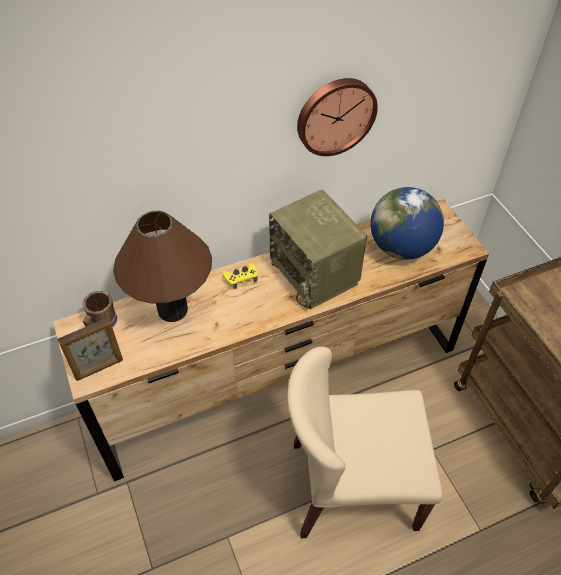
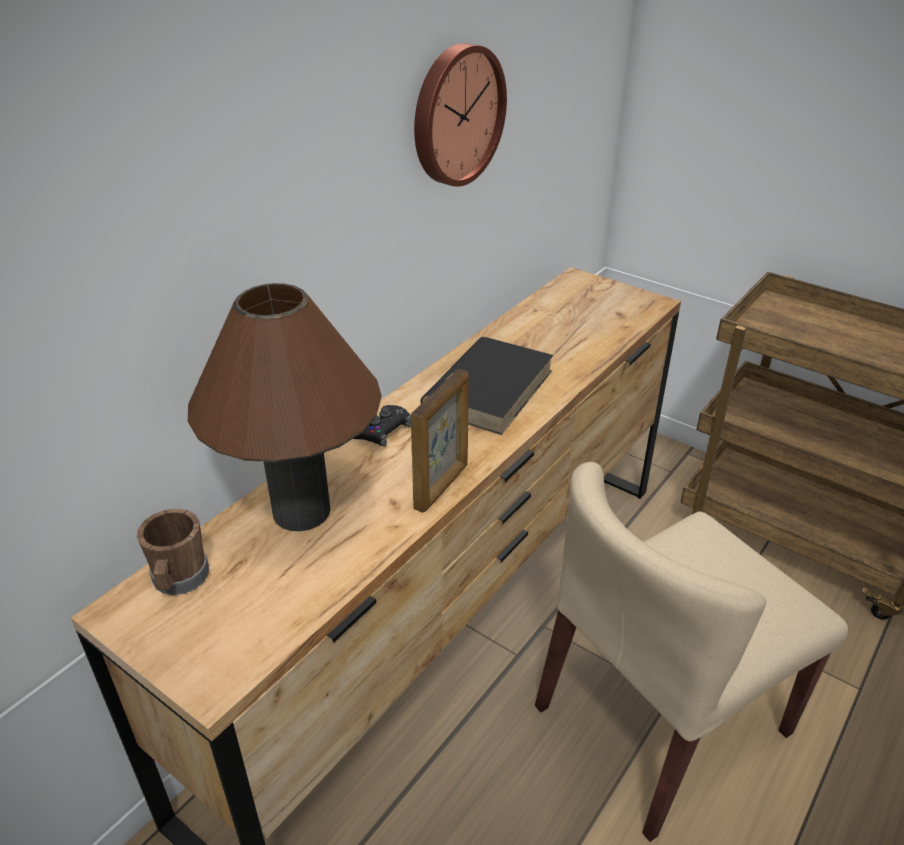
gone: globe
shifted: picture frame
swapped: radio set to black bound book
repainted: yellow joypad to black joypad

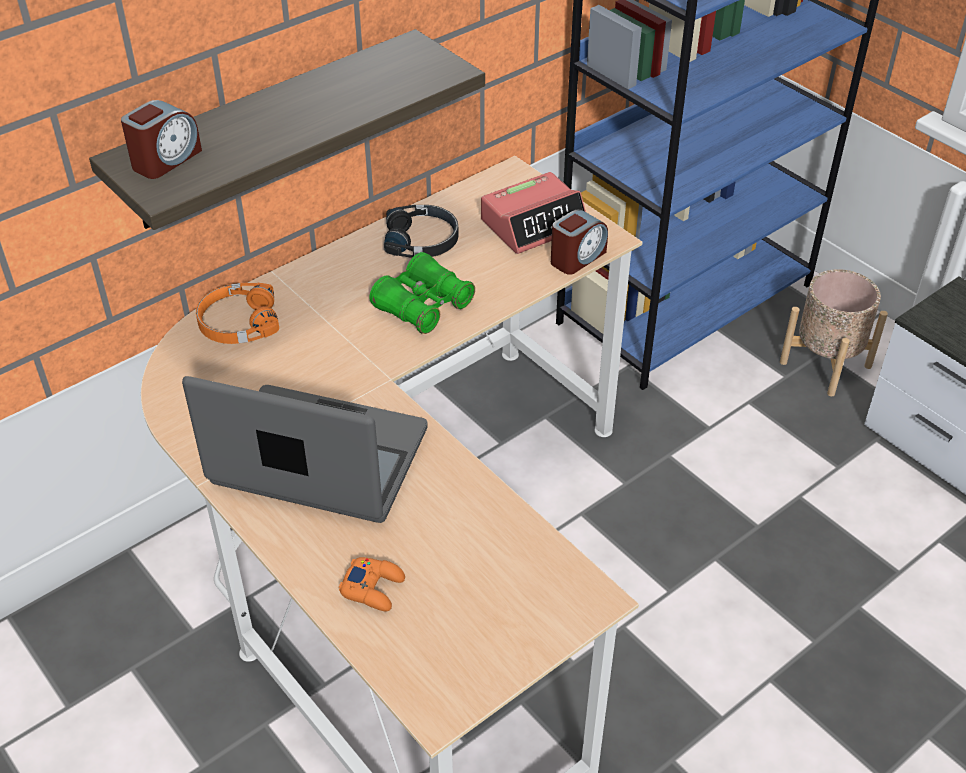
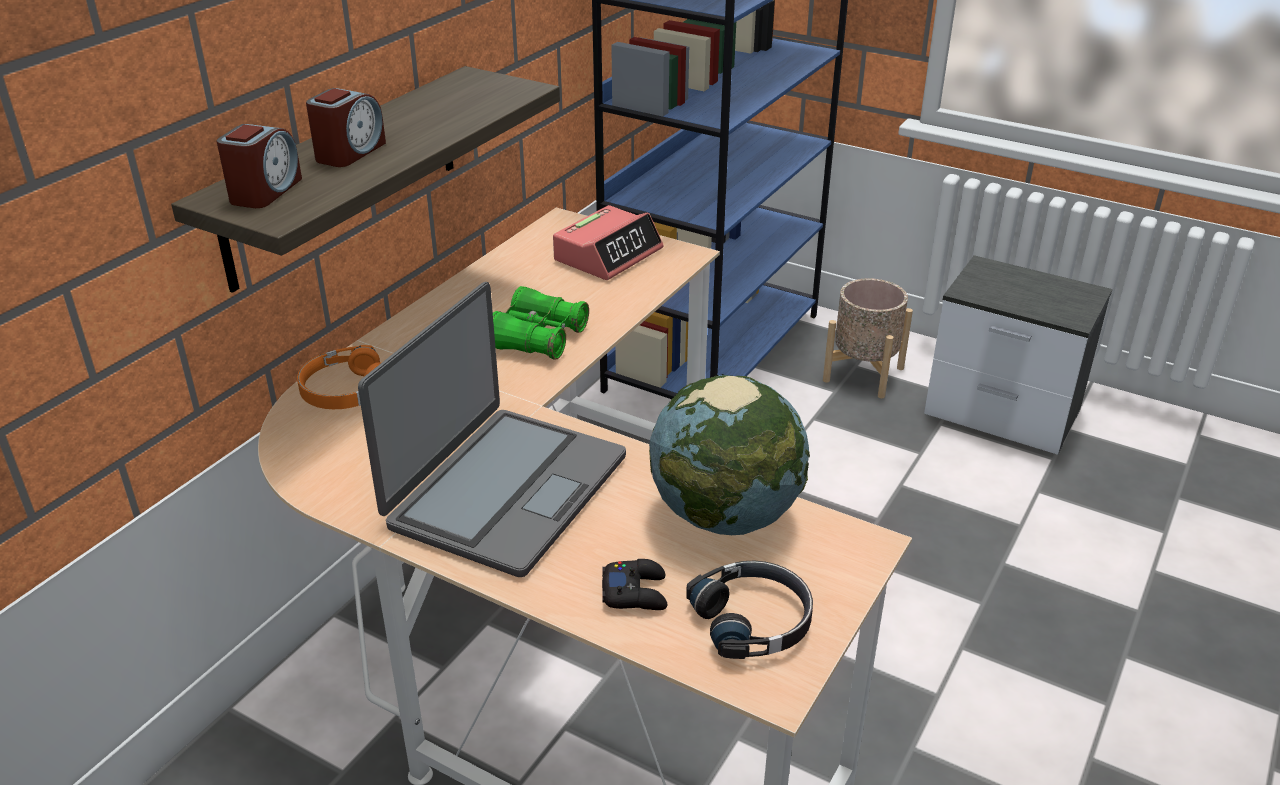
new: globe
shifted: bedside clock (no. 3 from left in the first image) to bedside clock (no. 2 from left); black headphones
repainted: orange-coloured joypad to black joypad
rotated: notebook computer 120 degrees clockwise

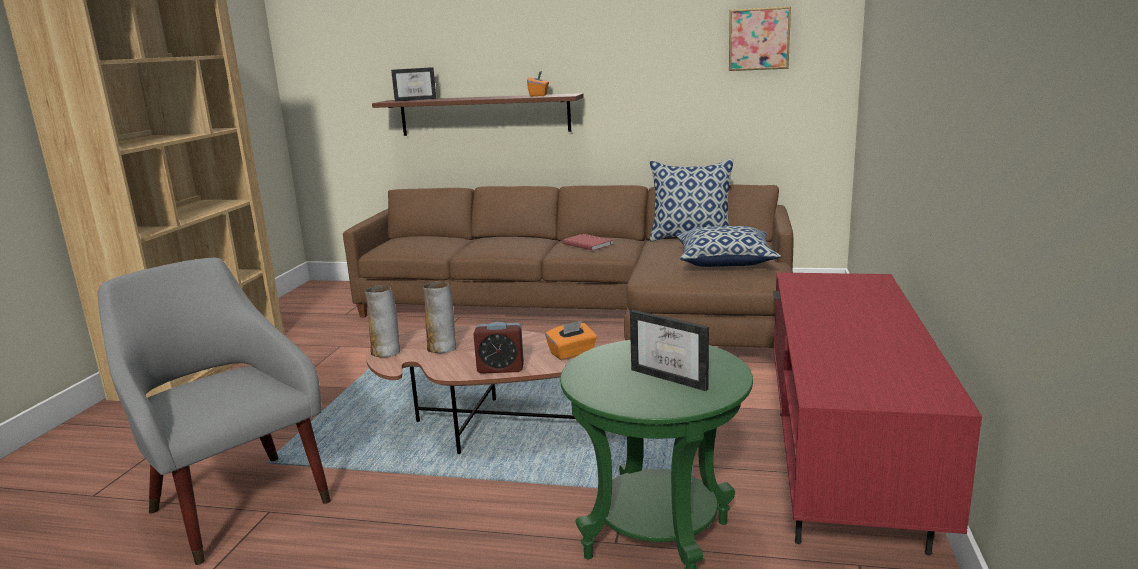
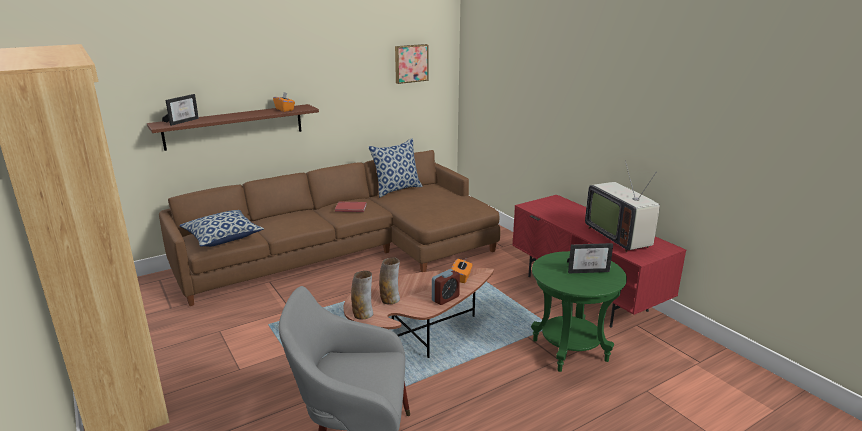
new: TV set
shifted: cushion (no. 2 from left in the first image) to cushion (no. 1 from left)

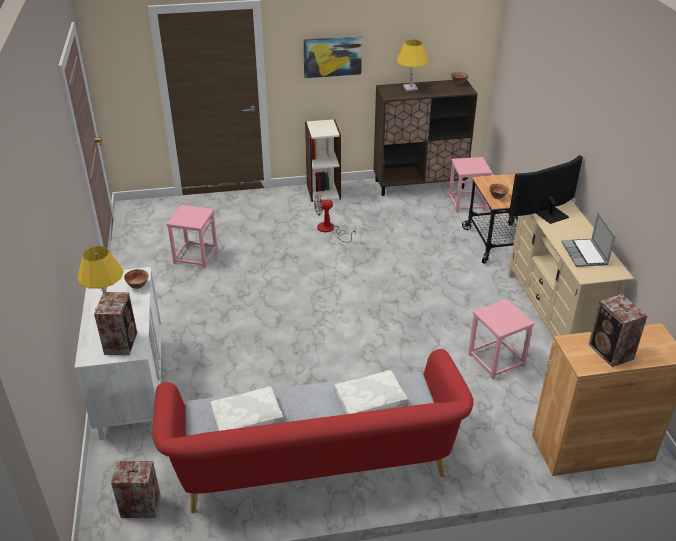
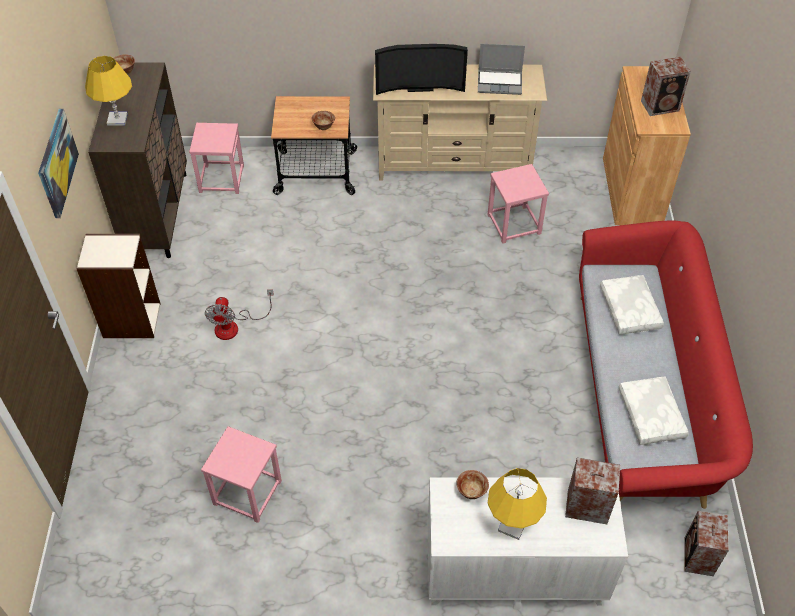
rotated: TV set 75 degrees counterclockwise

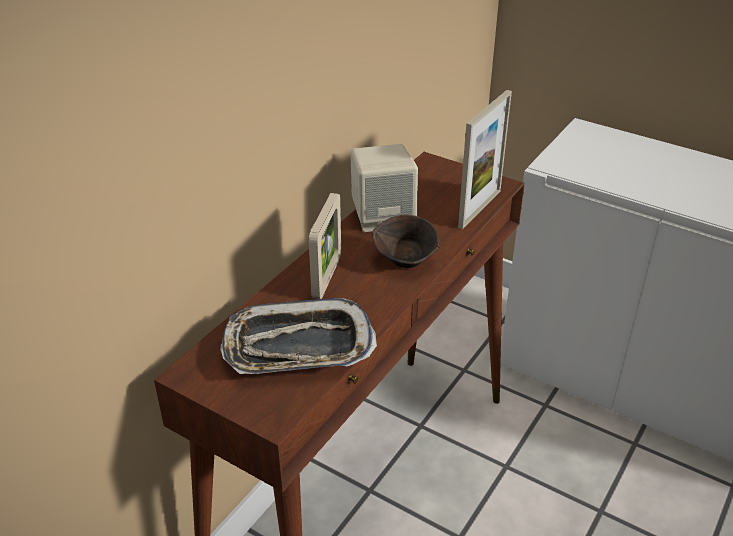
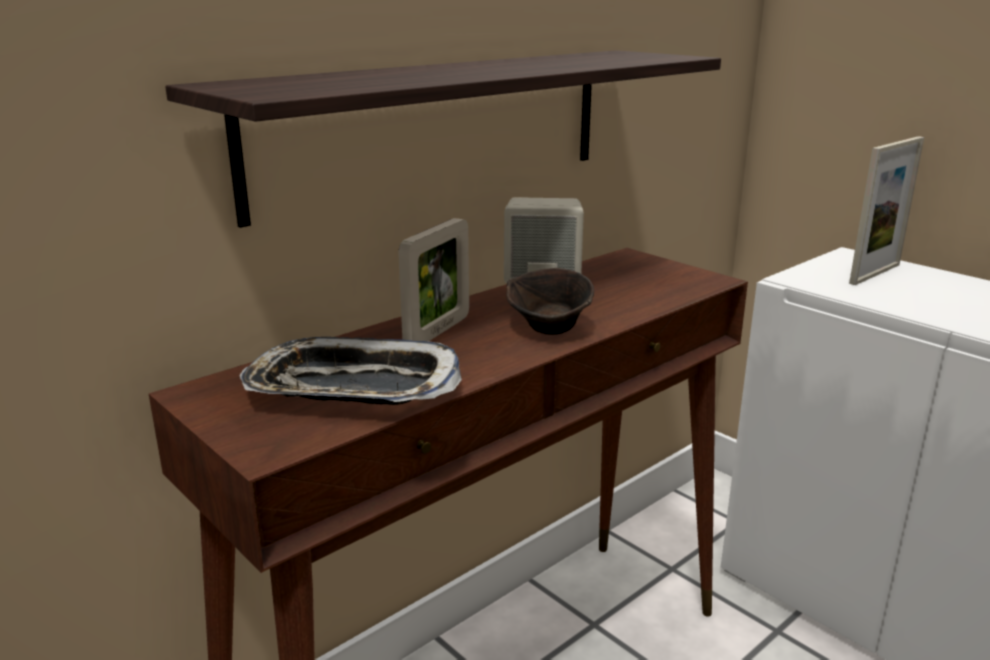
new: bracket shelf
shifted: picture frame (no. 2 from left)

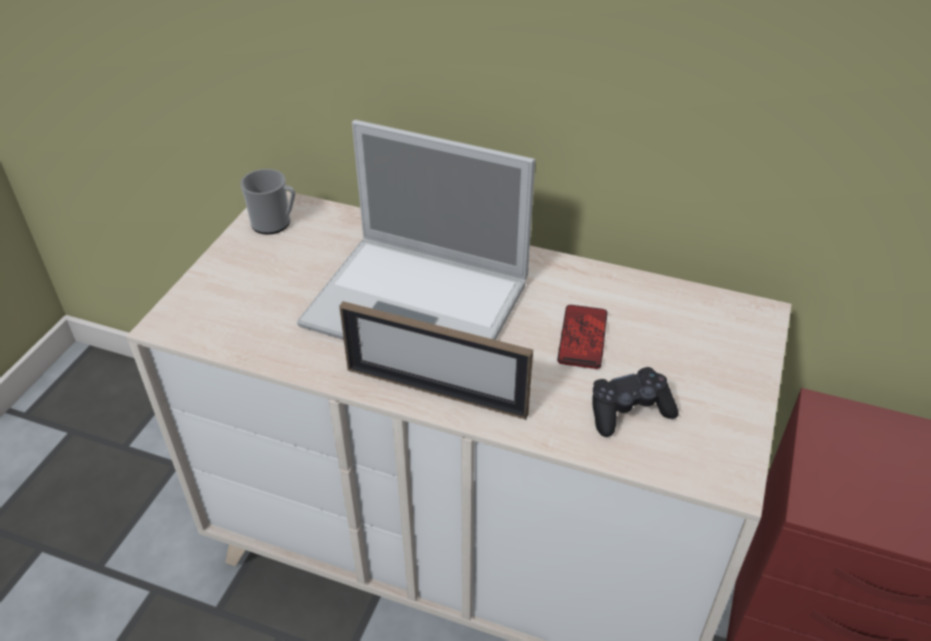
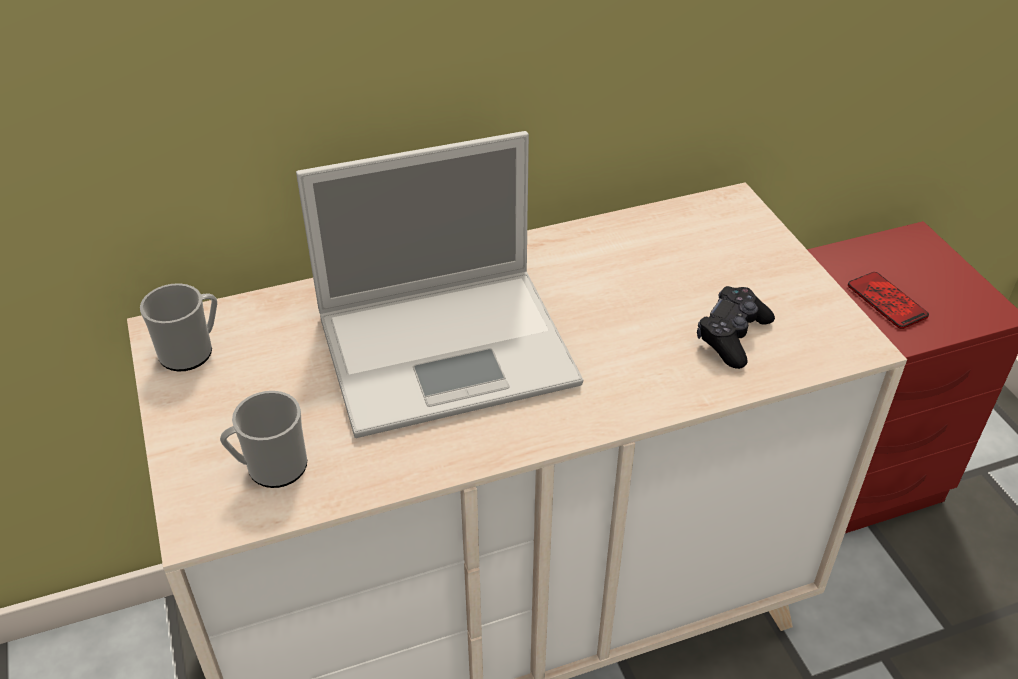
gone: picture frame
new: coffee mug (no. 2 from left)
shifted: telephone

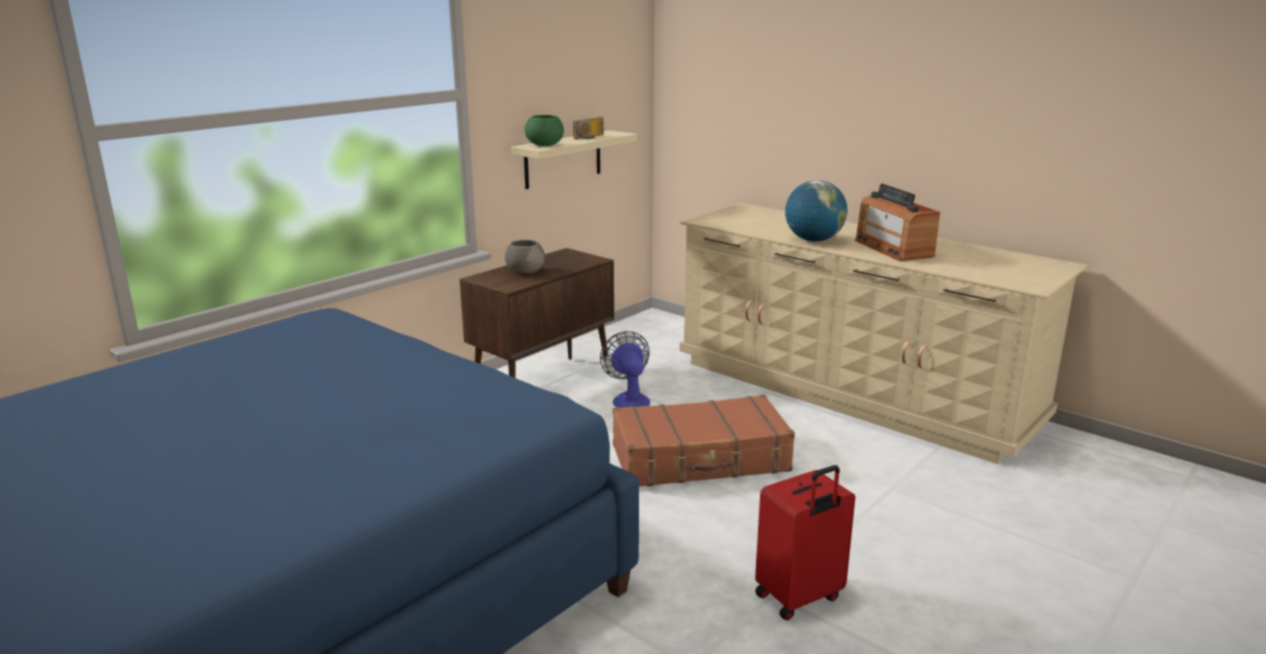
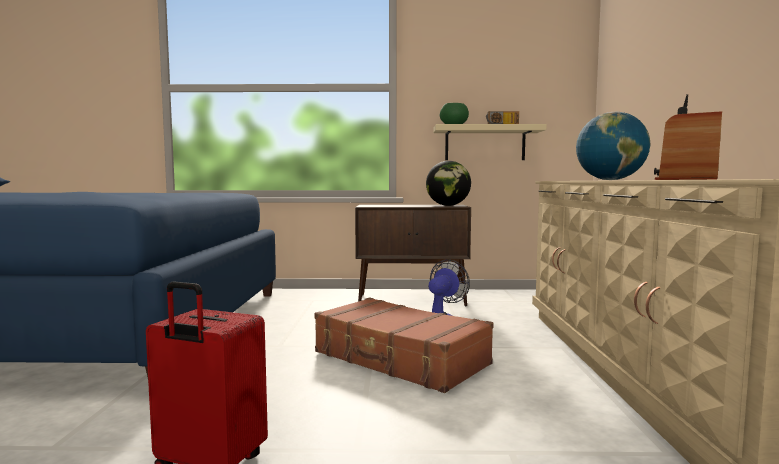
gone: grey bowl
new: globe (no. 1 from left)

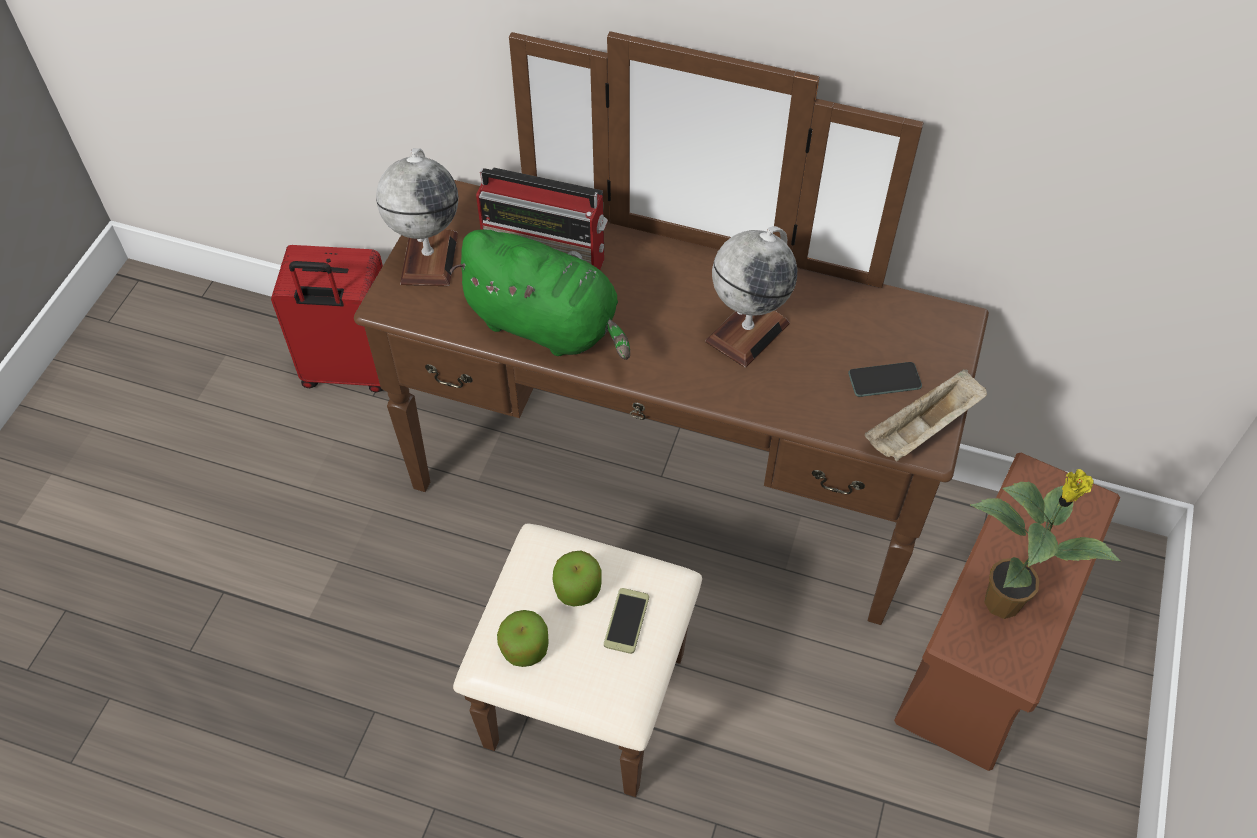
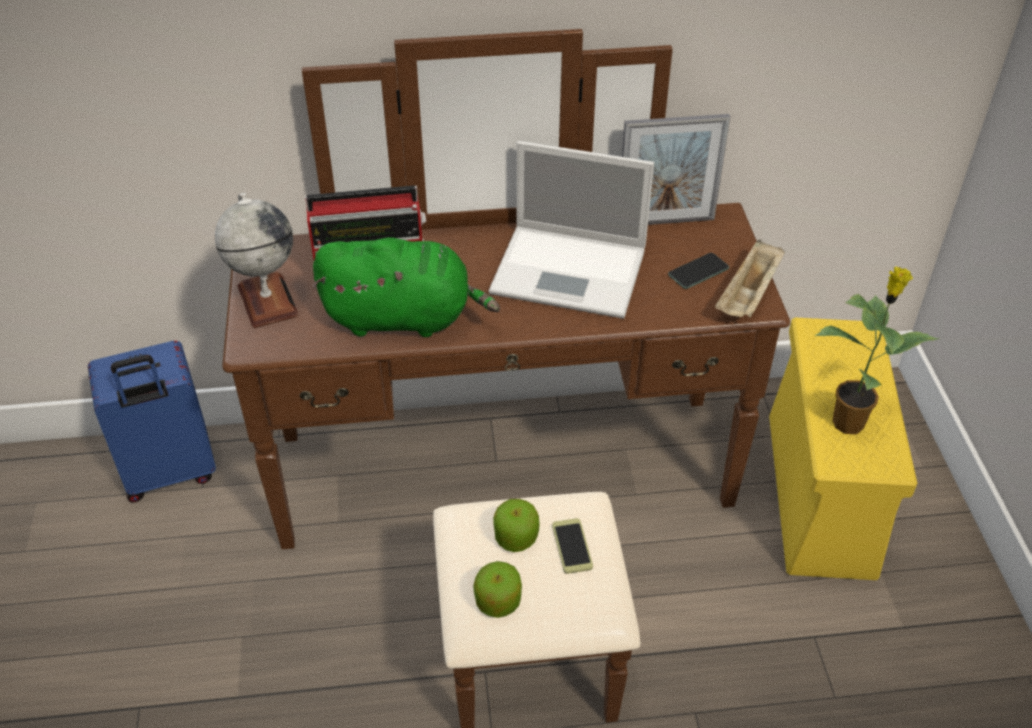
new: picture frame
swapped: globe (no. 2 from left) to notebook computer
repainted: red travel case to blue travel case; brown storage container to yellow storage container

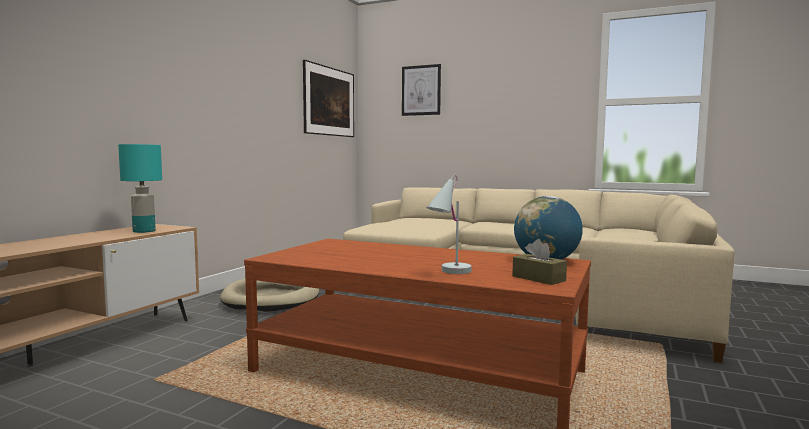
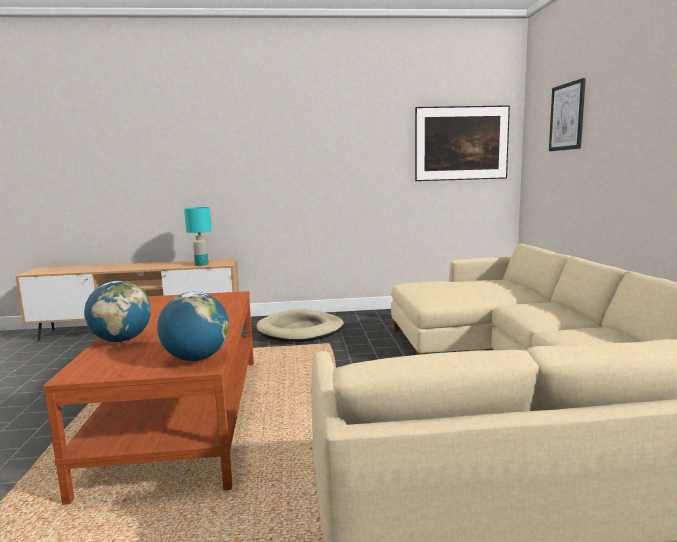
gone: brown tissue holder
swapped: white-coloured table lamp to globe (no. 1 from left)

